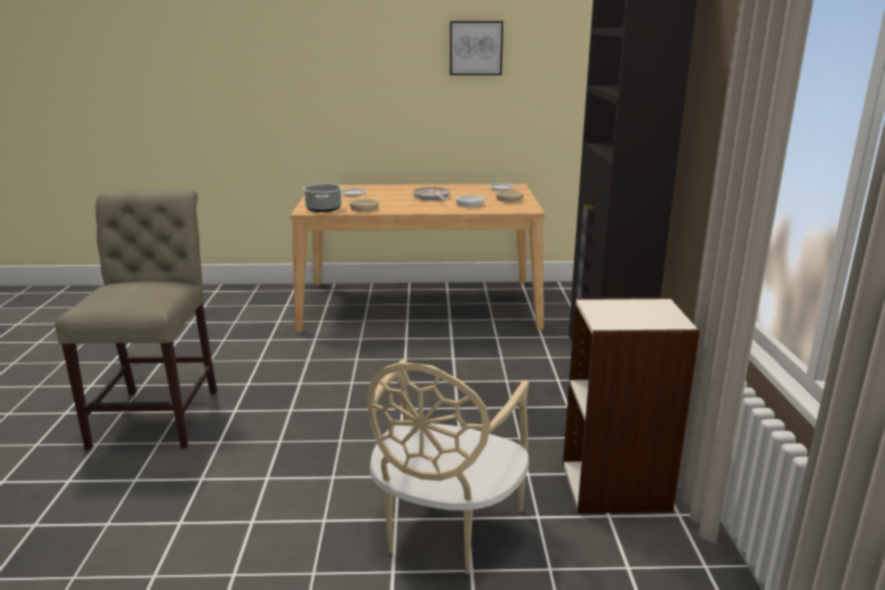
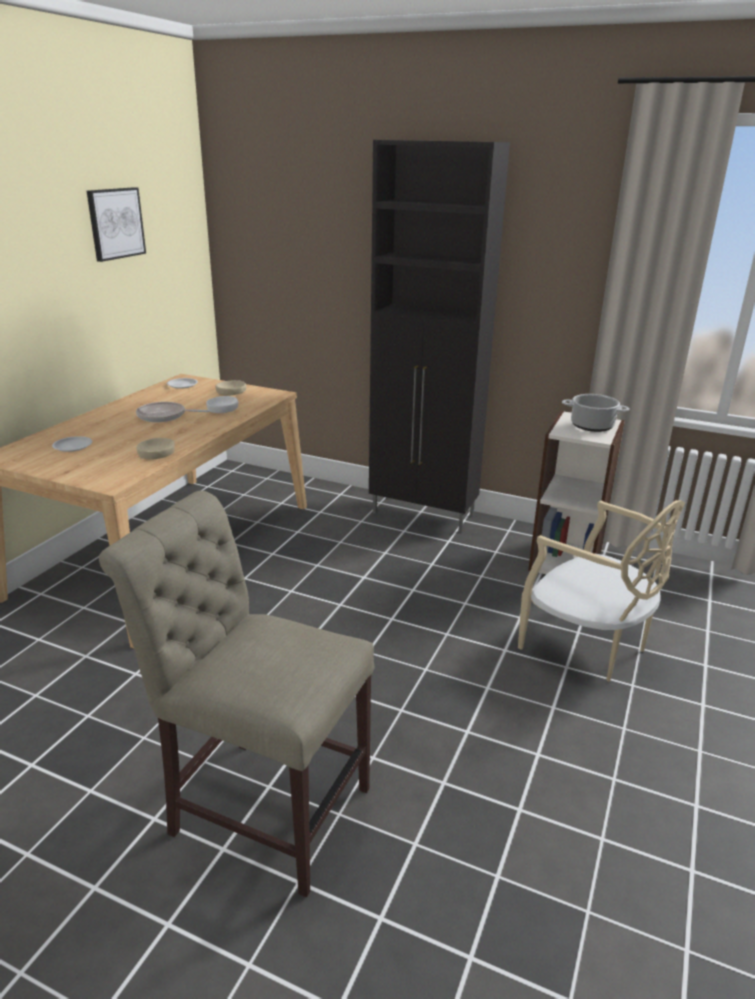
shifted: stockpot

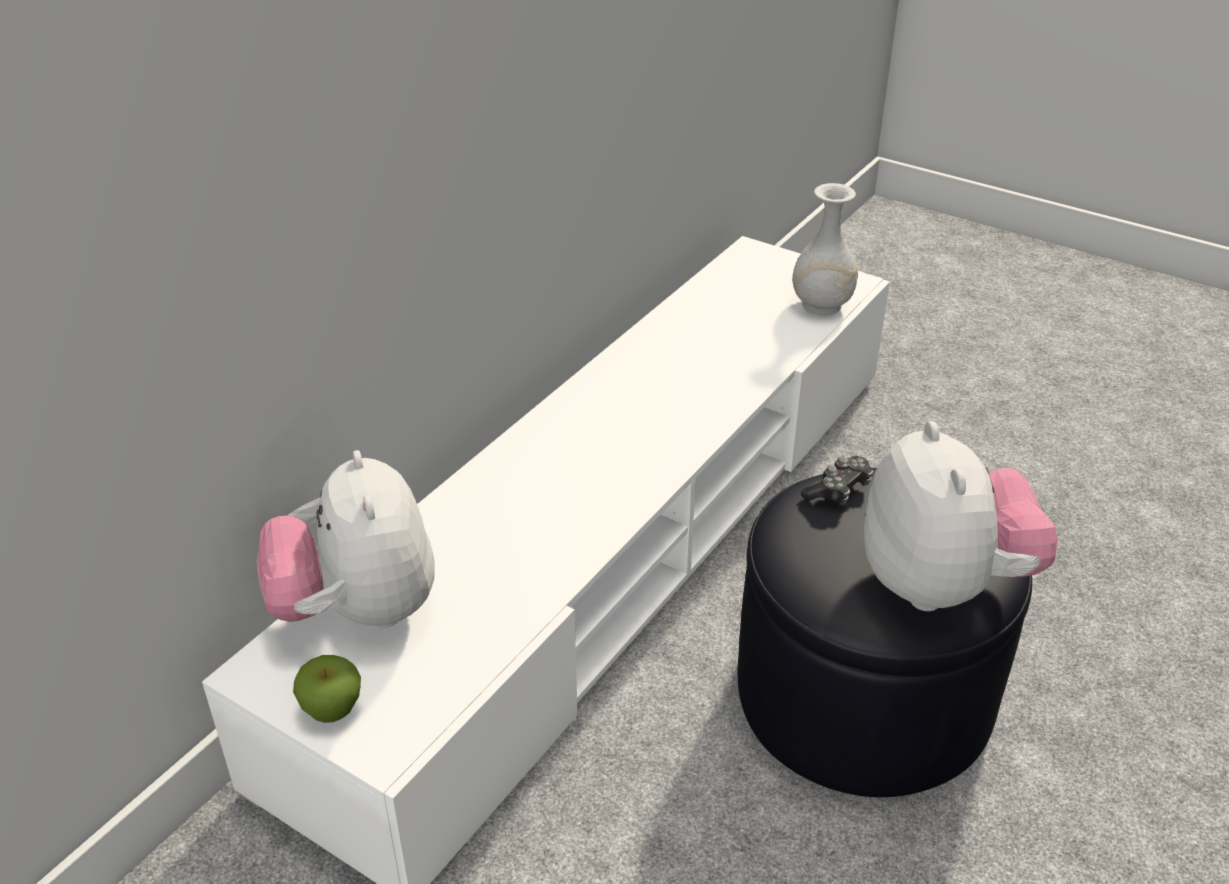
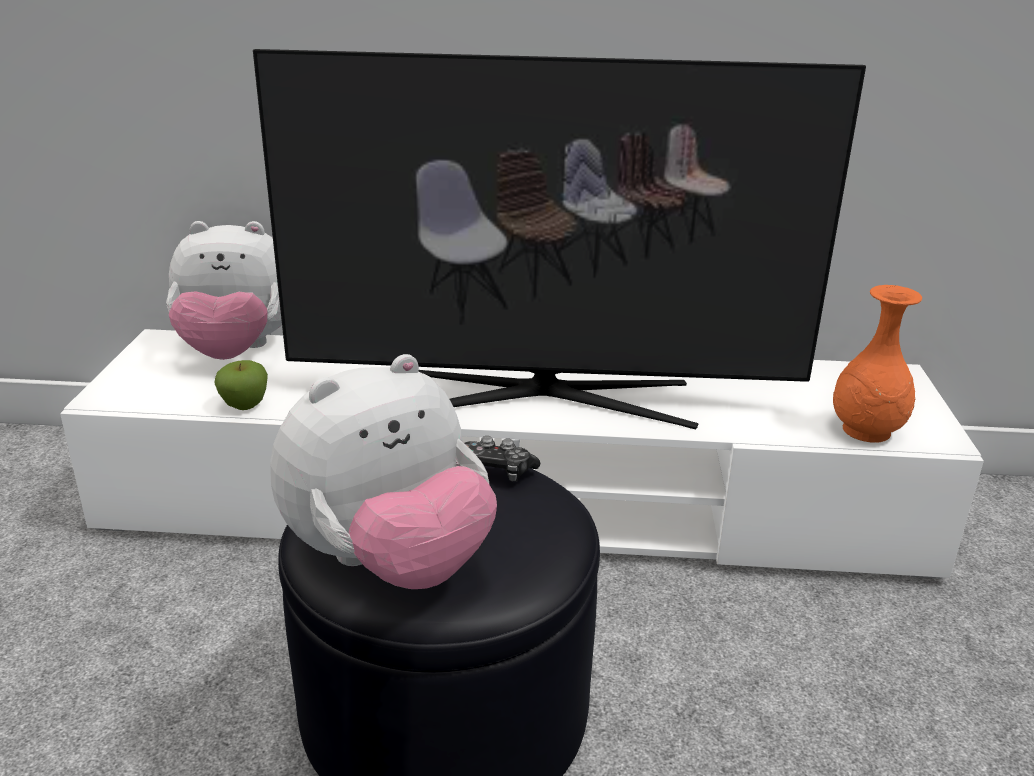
new: TV set
shifted: whole apple
repainted: white-coloured vase to orange-coloured vase
rotated: cuddly toy (no. 1 from left) 135 degrees counterclockwise

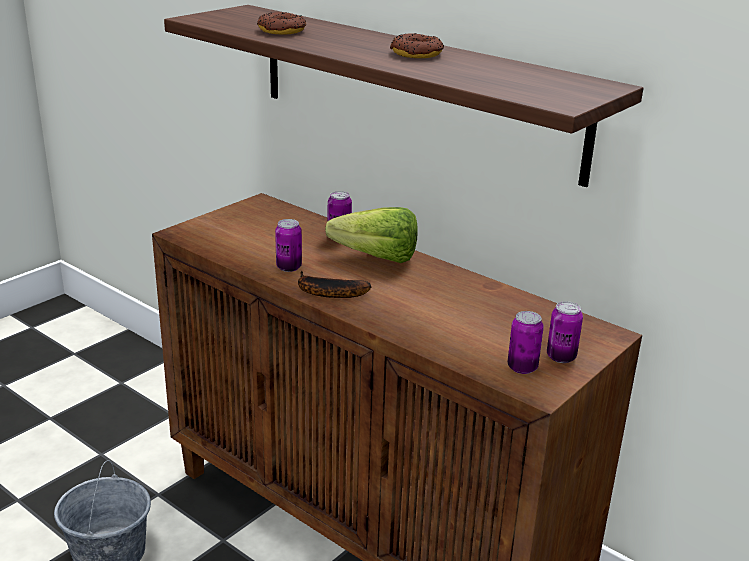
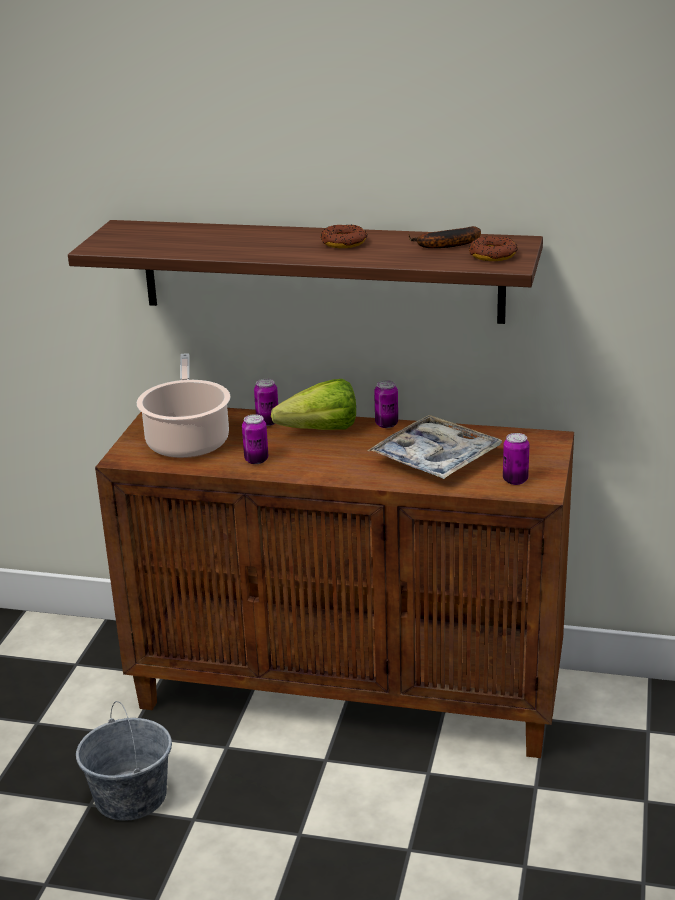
new: stockpot; tray
shifted: sealed can (no. 4 from left in the first image) to sealed can (no. 3 from left); banana; donut (no. 1 from left in the first image) to donut (no. 2 from left)

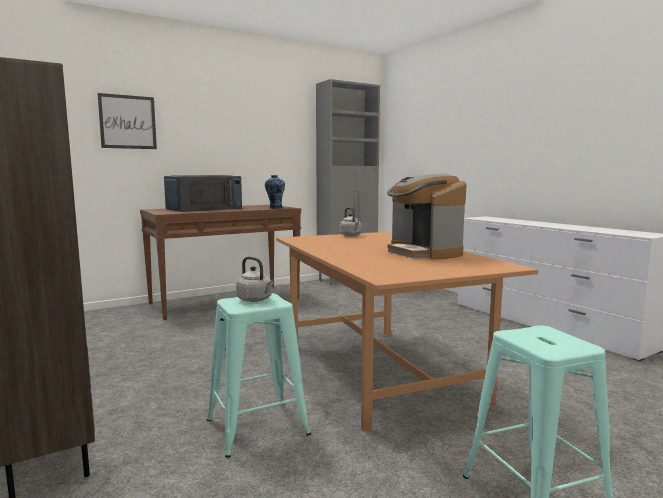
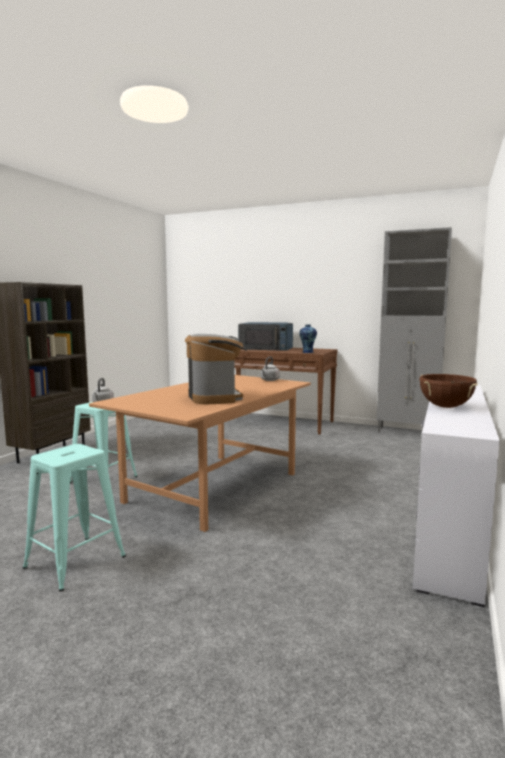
gone: wall picture
new: brown stockpot
rotated: coffee maker 135 degrees clockwise

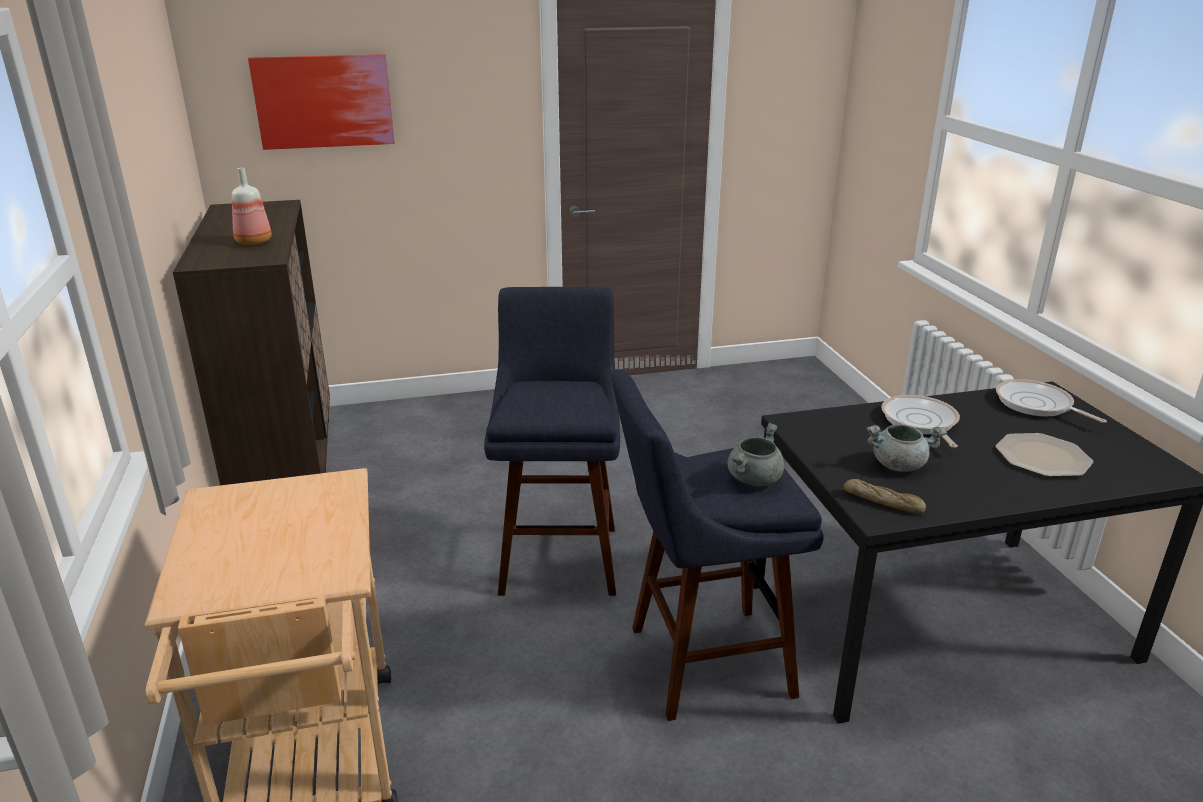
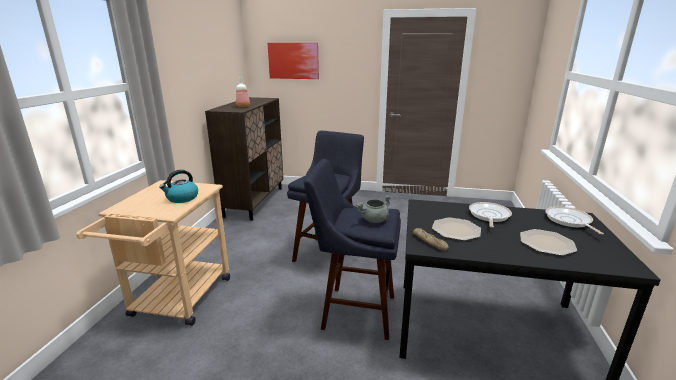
new: water kettle
swapped: grey stockpot (no. 2 from left) to dinner plate (no. 1 from left)

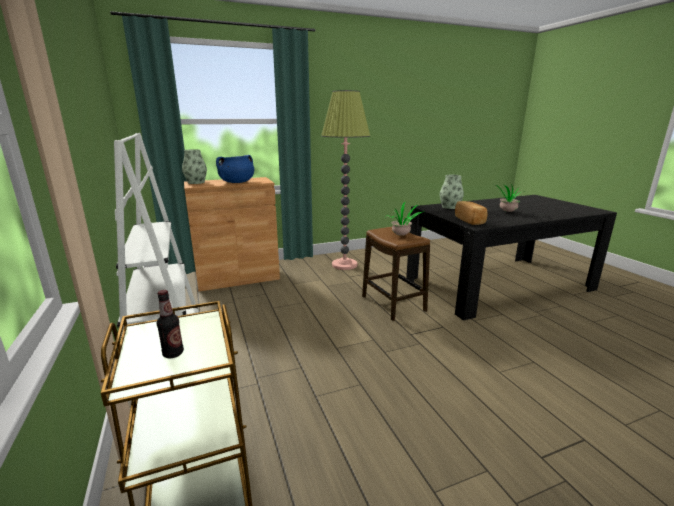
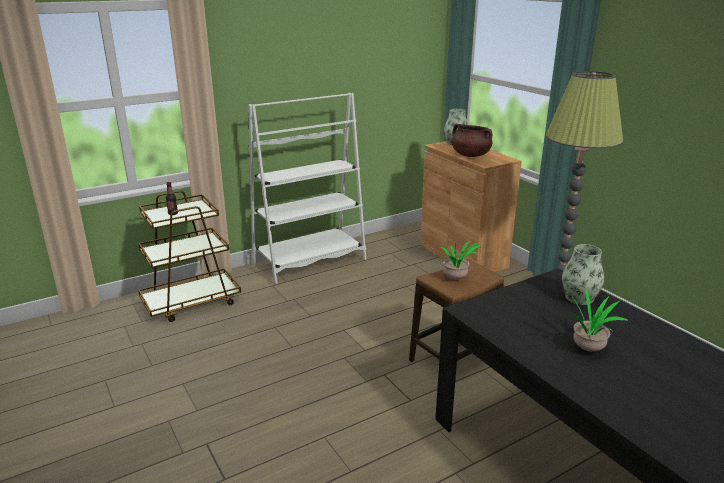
gone: bakery bread
repainted: blue stockpot to brown stockpot

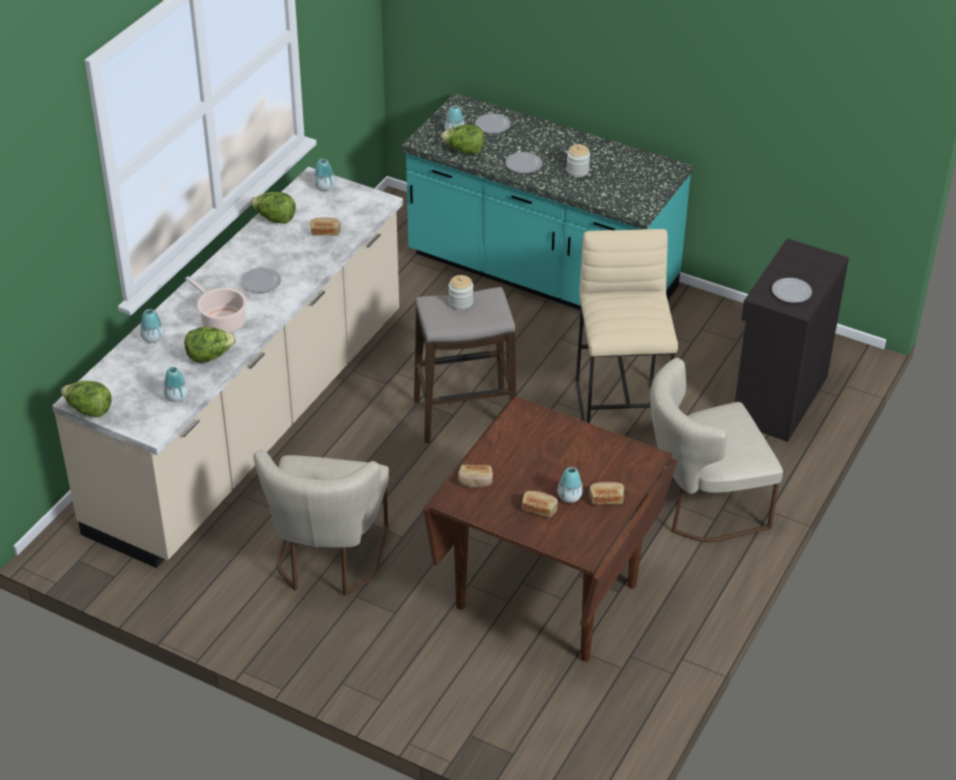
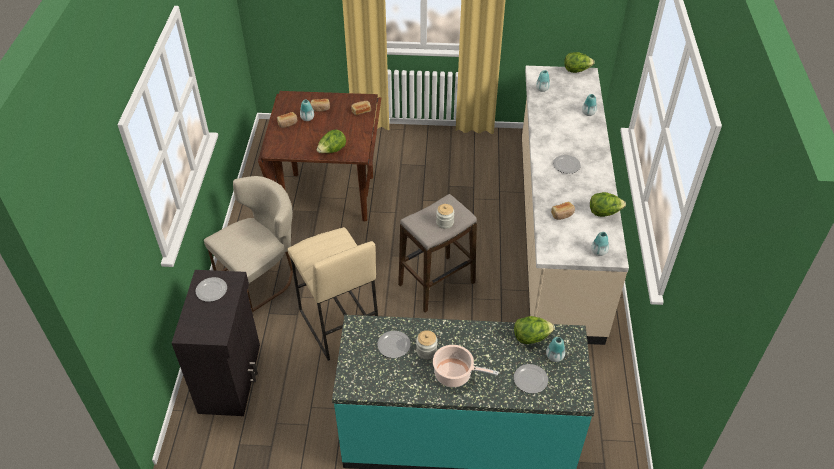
gone: sand-coloured plain chair (no. 1 from left)
shifted: lettuce head (no. 2 from left in the first image) to lettuce head (no. 1 from left); dinner plate (no. 3 from left in the first image) to dinner plate (no. 2 from left); stockpot

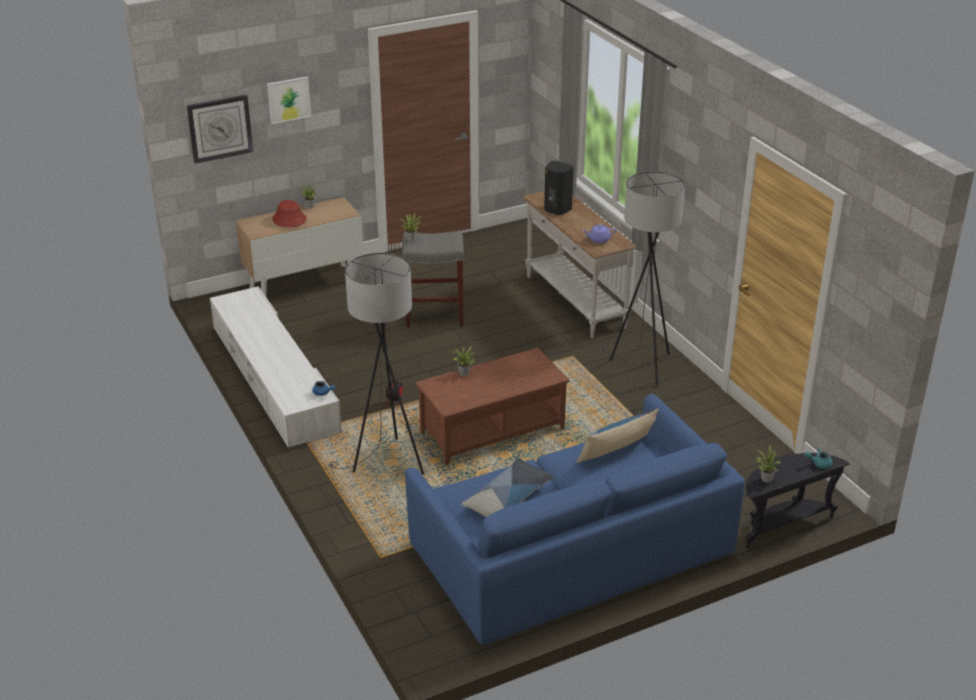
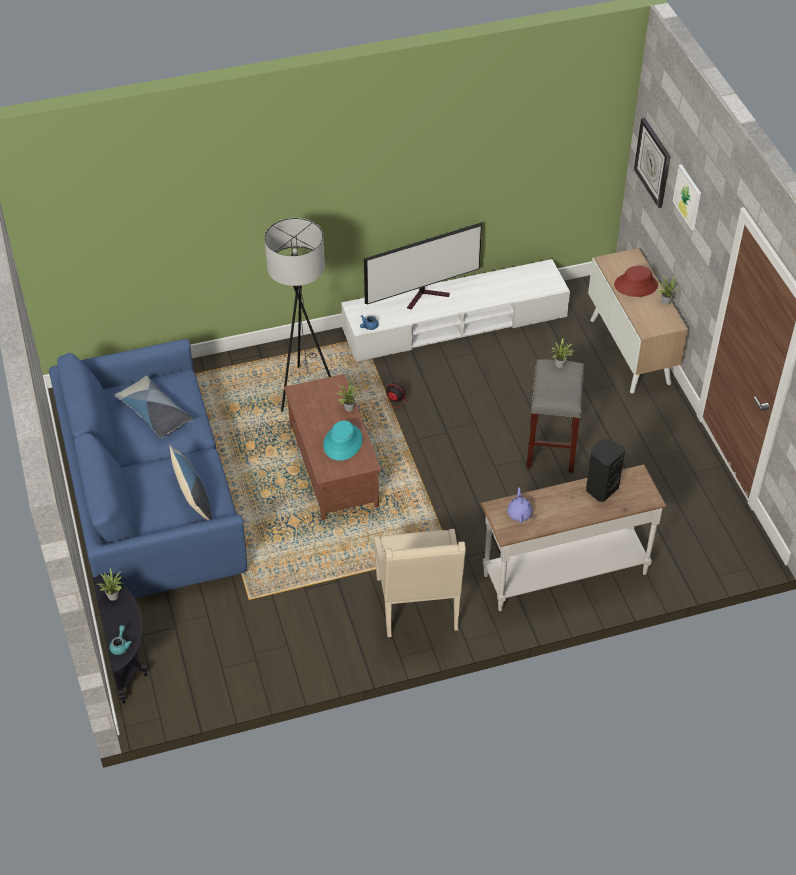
new: turquoise wearable hat; TV set
swapped: grey standard lamp (no. 2 from left) to sand-coloured armchair

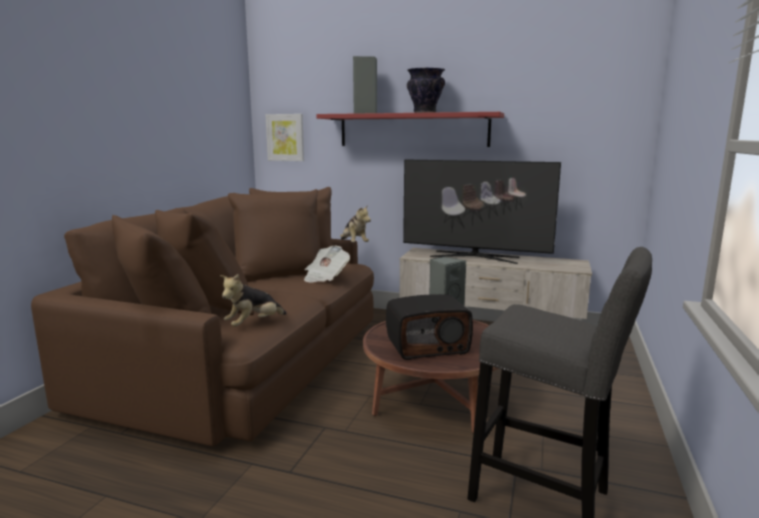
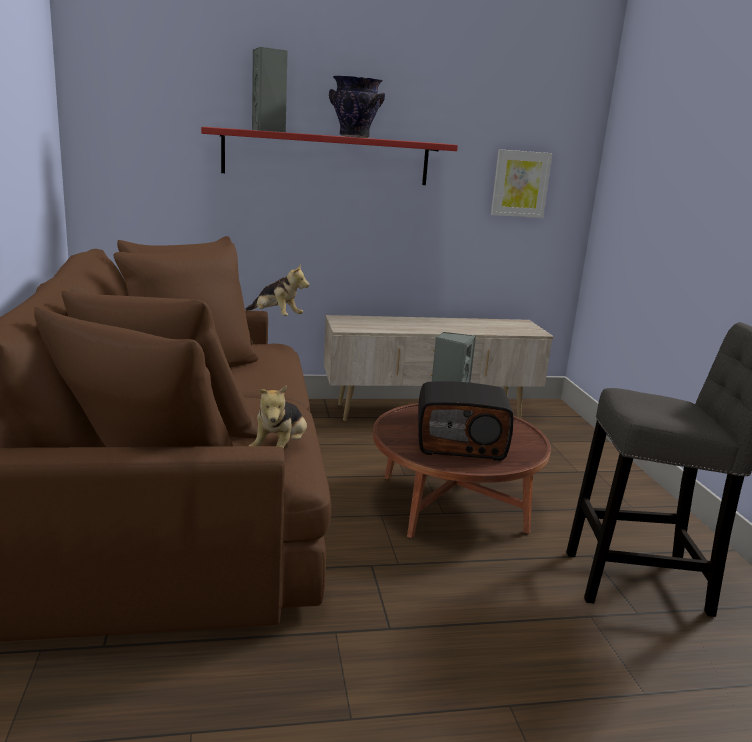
gone: daily paper; TV set
shifted: wall picture
rotated: radio set 45 degrees clockwise

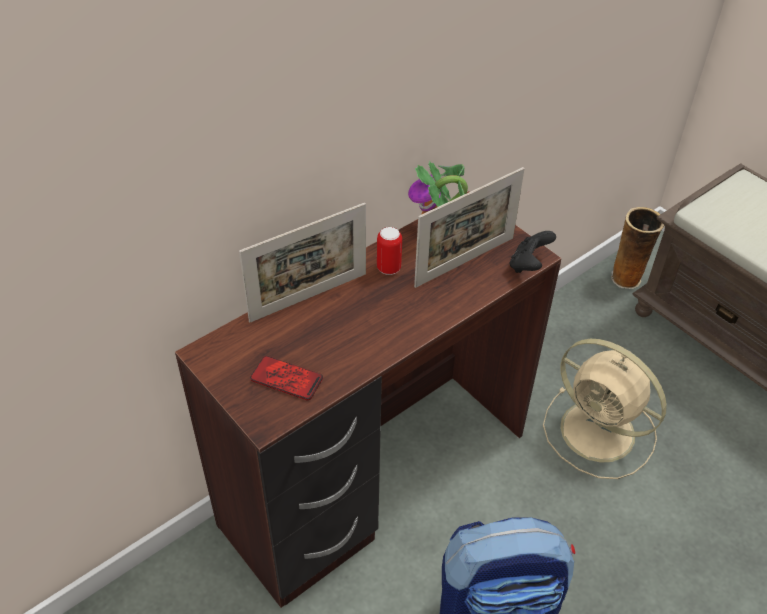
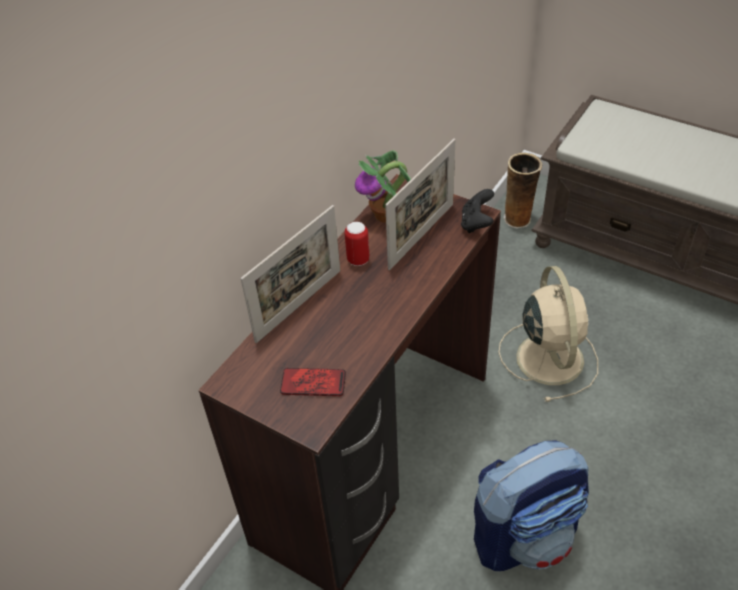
rotated: sand-coloured fan 120 degrees counterclockwise

